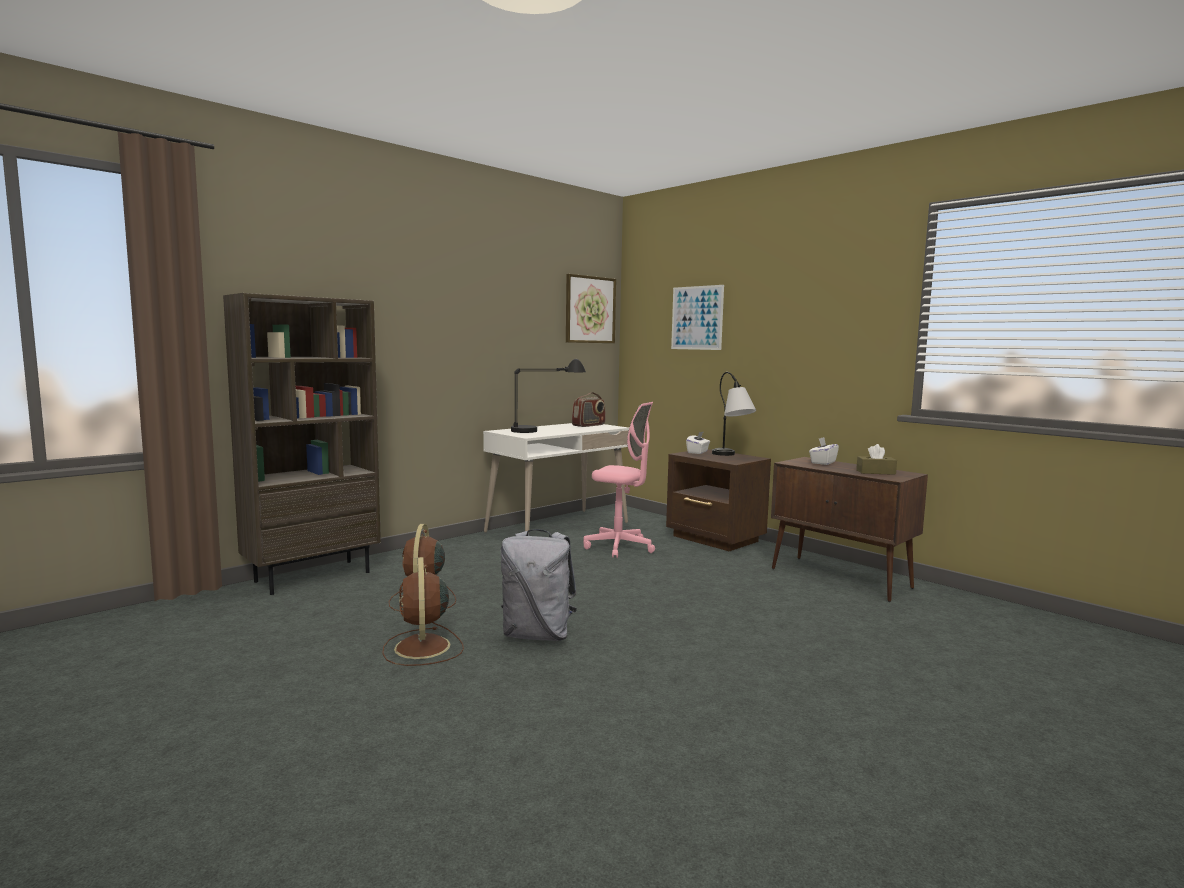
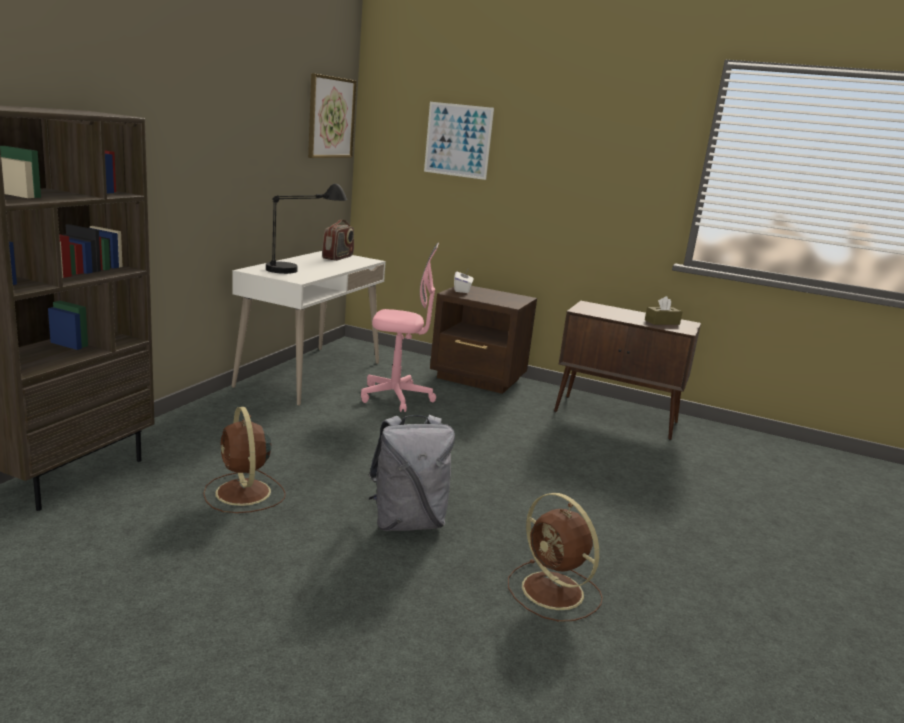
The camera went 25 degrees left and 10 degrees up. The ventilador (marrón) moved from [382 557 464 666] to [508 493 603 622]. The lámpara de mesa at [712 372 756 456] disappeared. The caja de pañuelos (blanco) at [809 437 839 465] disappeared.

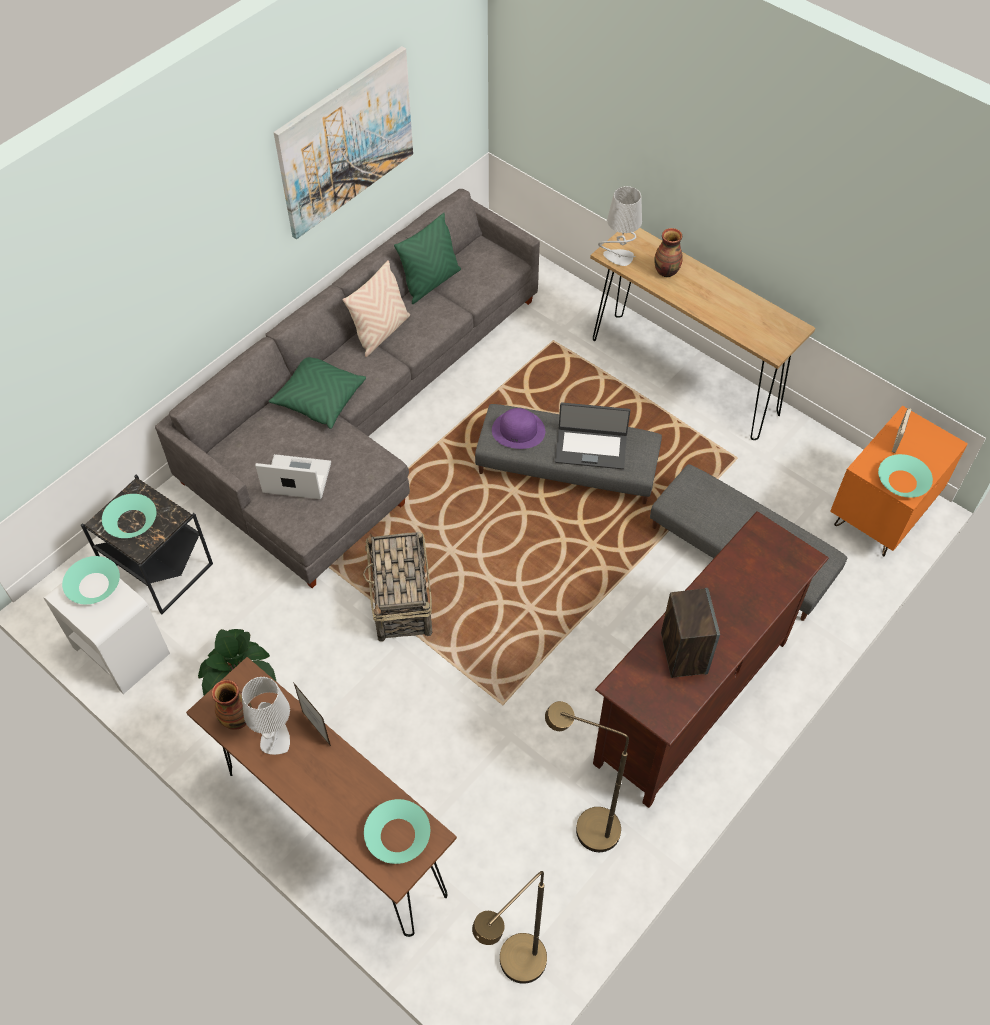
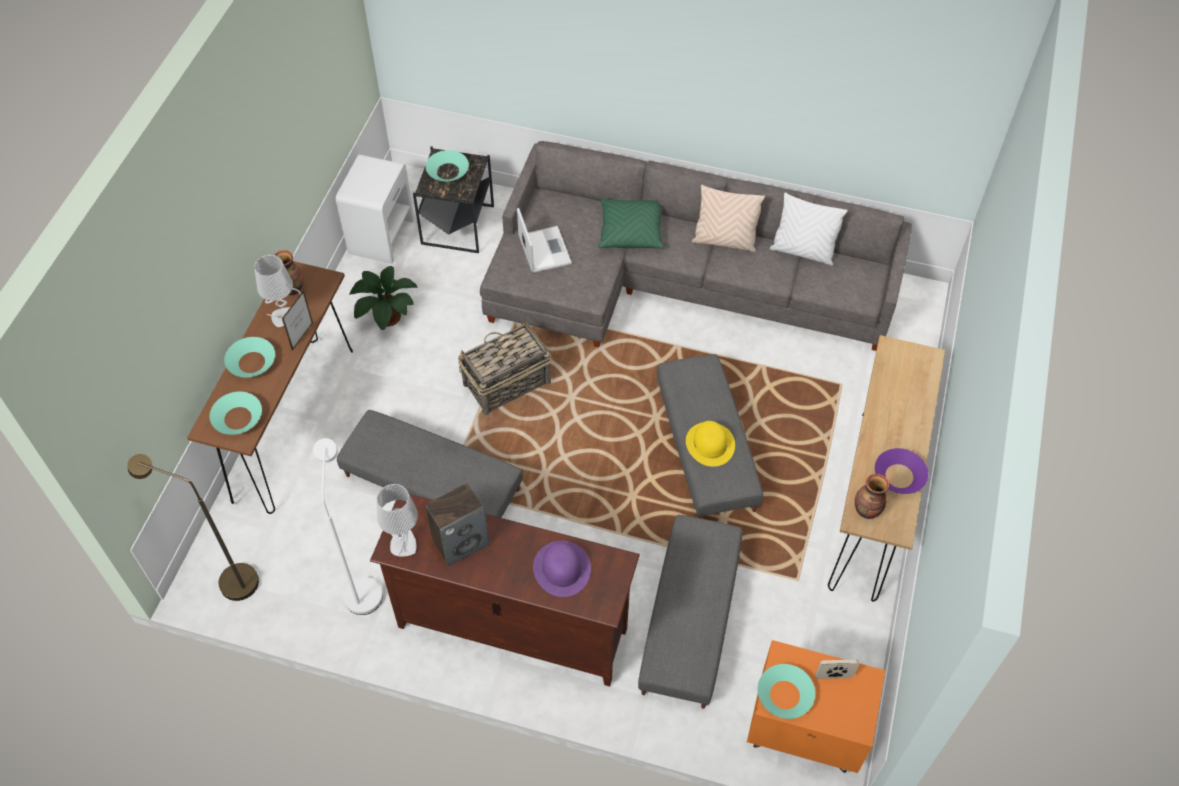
The camera went 65 degrees right and 0 degrees up. The cuenco (turquesa) moved from [62 556 120 604] to [224 337 275 378]. The lámpara de pie (marrón) at [545 701 629 852] became the lámpara de pie (blanco) at [313 438 383 615]. The puf (gris) at [337 410 523 518] appeared. The lámpara de mesa (gris) moved from [598 186 642 266] to [377 484 418 557]. The sombrero (morado) moved from [492 408 545 449] to [533 541 591 597]. The portátil at [555 402 630 469] was replaced by the sombrero (amarillo) at [686 421 735 467]. The cojín (verde) at [394 213 461 304] became the cojín (blanco) at [769 192 848 265]. The florero moved from [654 228 683 277] to [855 474 889 519]. The cuenco (morado) at [875 448 928 494] appeared. The cuadro at [274 46 413 239] disappeared.

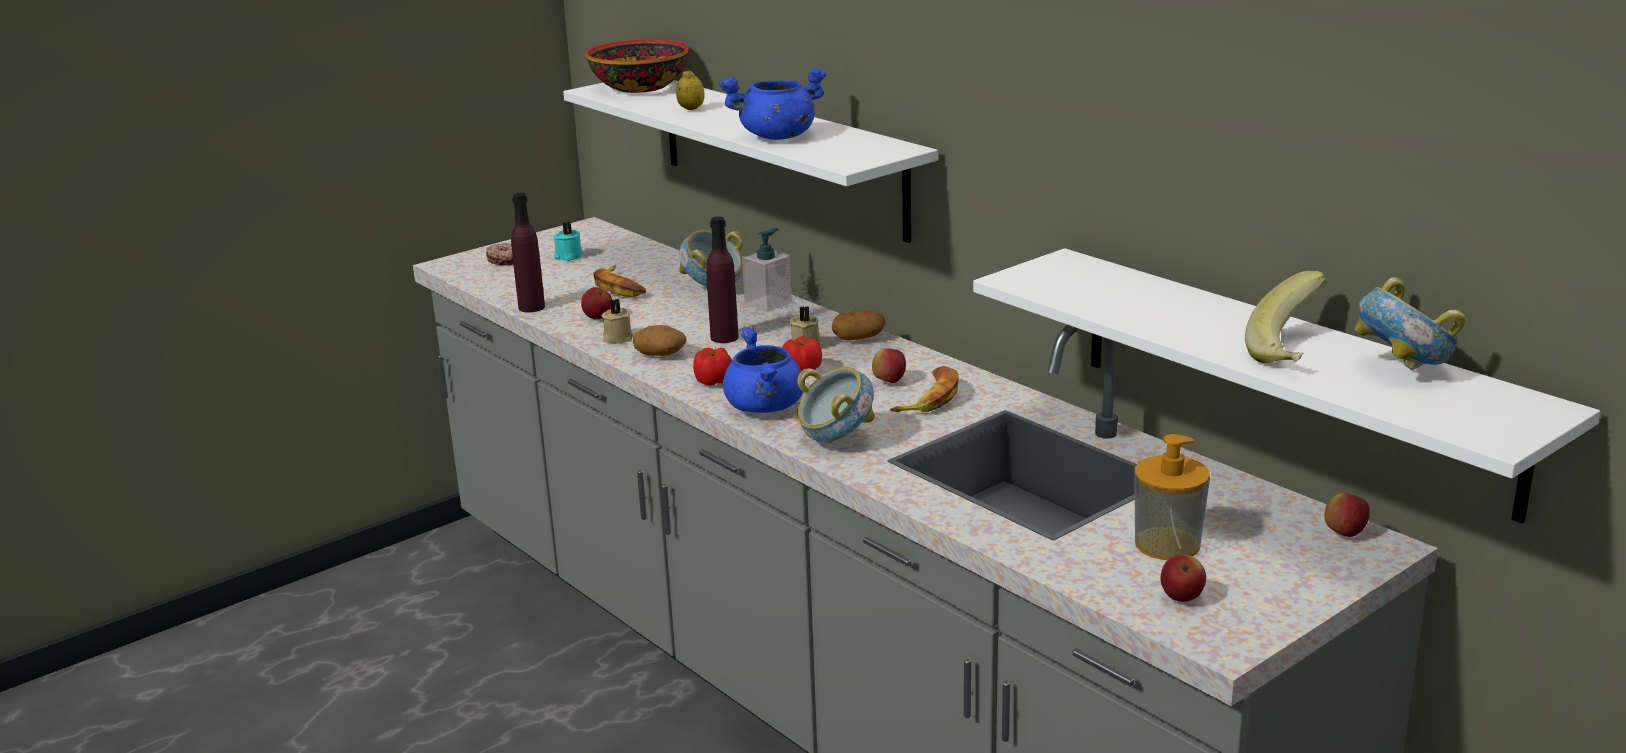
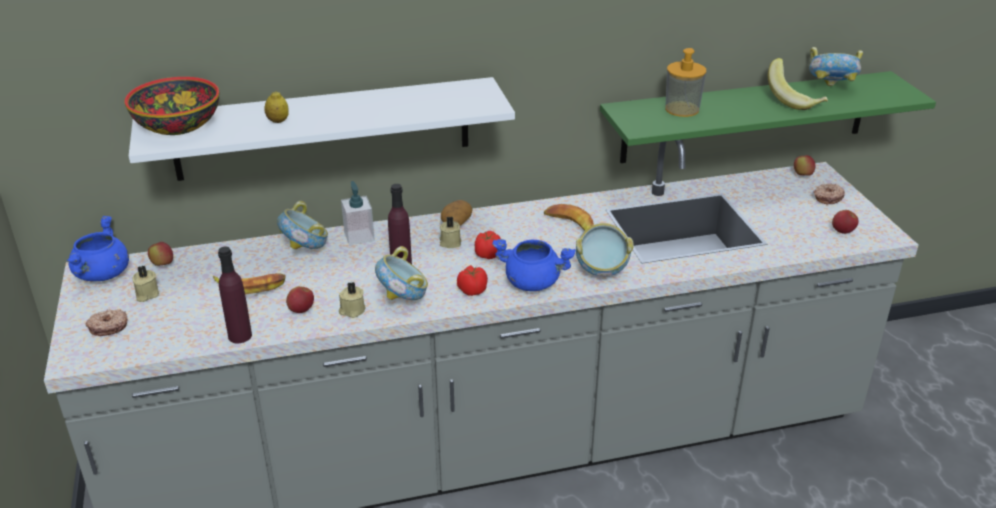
The camera went 65 degrees left and 10 degrees up. The olla (azul) moved from [719 68 827 140] to [67 216 129 281]. The vela (turquesa) at [554 221 583 261] became the vela (beis) at [132 265 159 302]. The manzana moved from [872 348 906 383] to [148 242 173 266]. The patata at [633 325 686 356] was replaced by the cuenco at [375 246 428 300]. The estante (blanco) at [973 248 1600 524] became the estante (verde) at [600 71 936 163]. The dispensador de jabón moved from [1134 434 1210 560] to [665 48 706 117]. The rosquilla at [814 184 845 204] appeared.

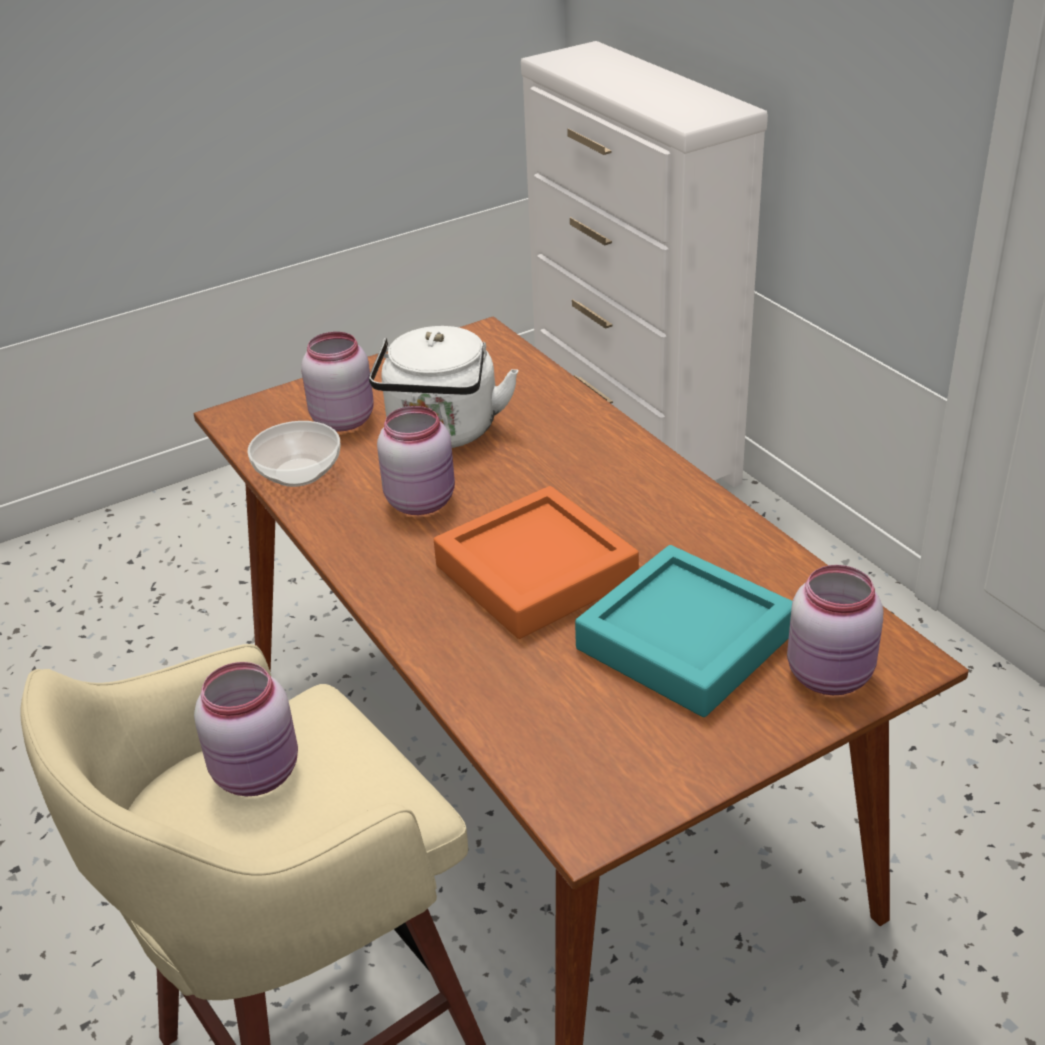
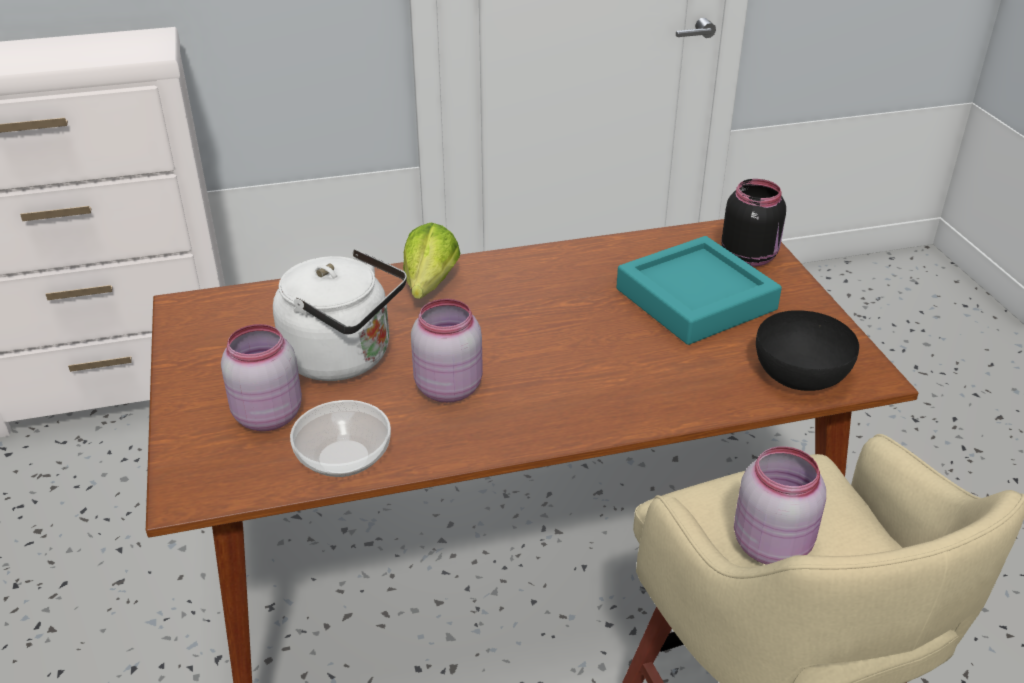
The camera went 75 degrees left and 0 degrees up. The lechuga at [403 223 460 299] appeared. The tarro (rosa) at [787 565 883 695] became the tarro (negro) at [721 179 786 267]. The cuenco (negro) at [756 310 859 391] appeared. The bandeja (naranja) at [434 486 639 639] disappeared.

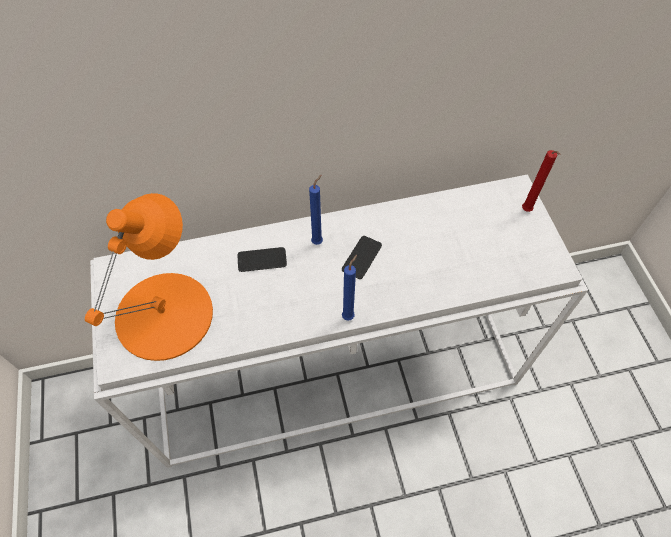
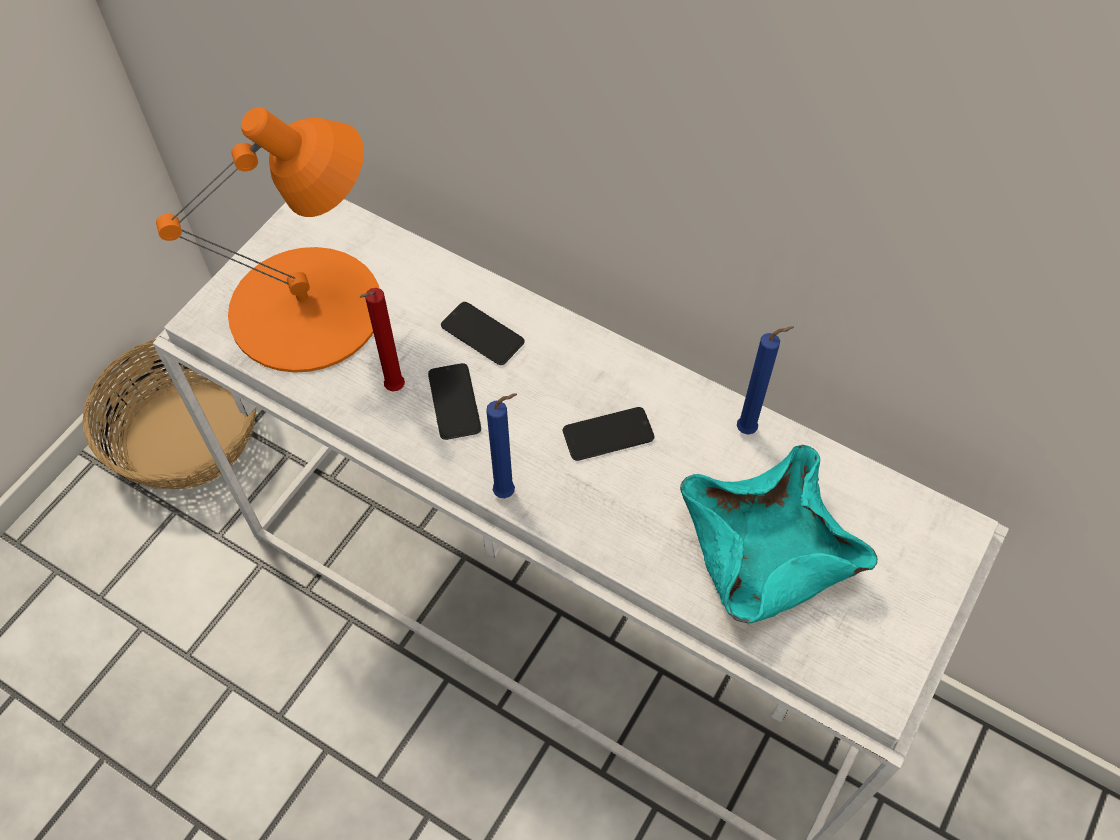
The camera went 45 degrees right and 0 degrees up. The cesta at [83 339 256 489] appeared. The vela (rojo) moved from [522 150 561 212] to [360 288 405 391]. The móvil at [428 363 481 440] appeared. The cuenco (turquesa) at [680 445 878 624] appeared. The vela (azul) moved from [309 175 323 245] to [737 326 794 435].

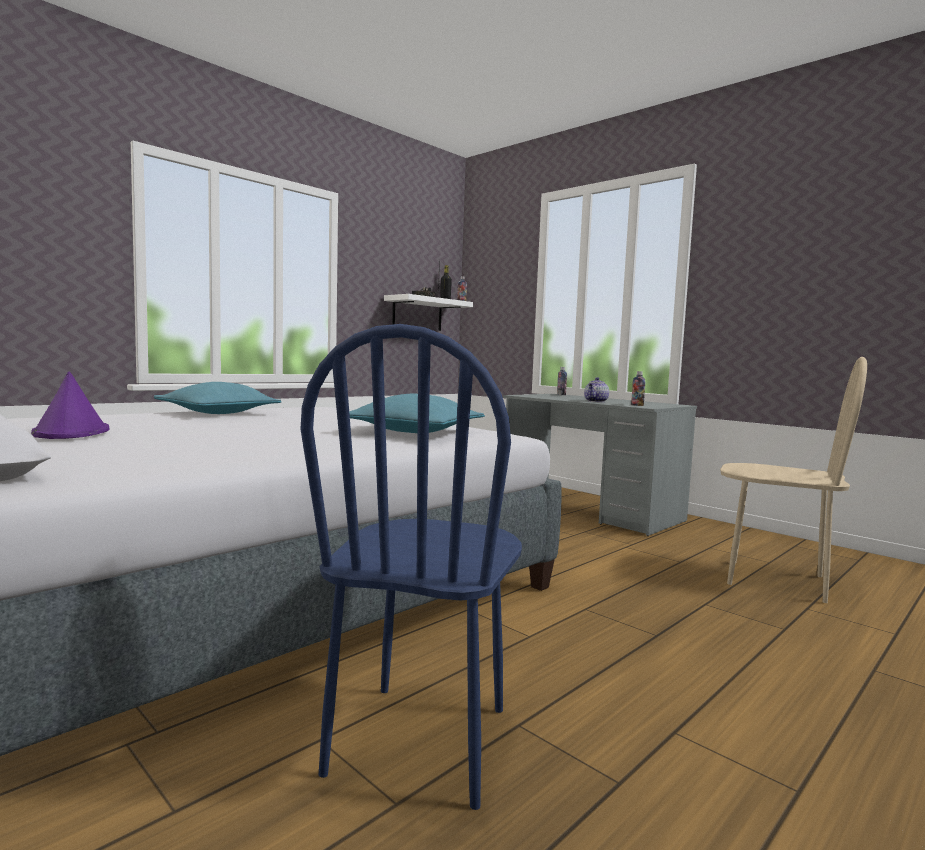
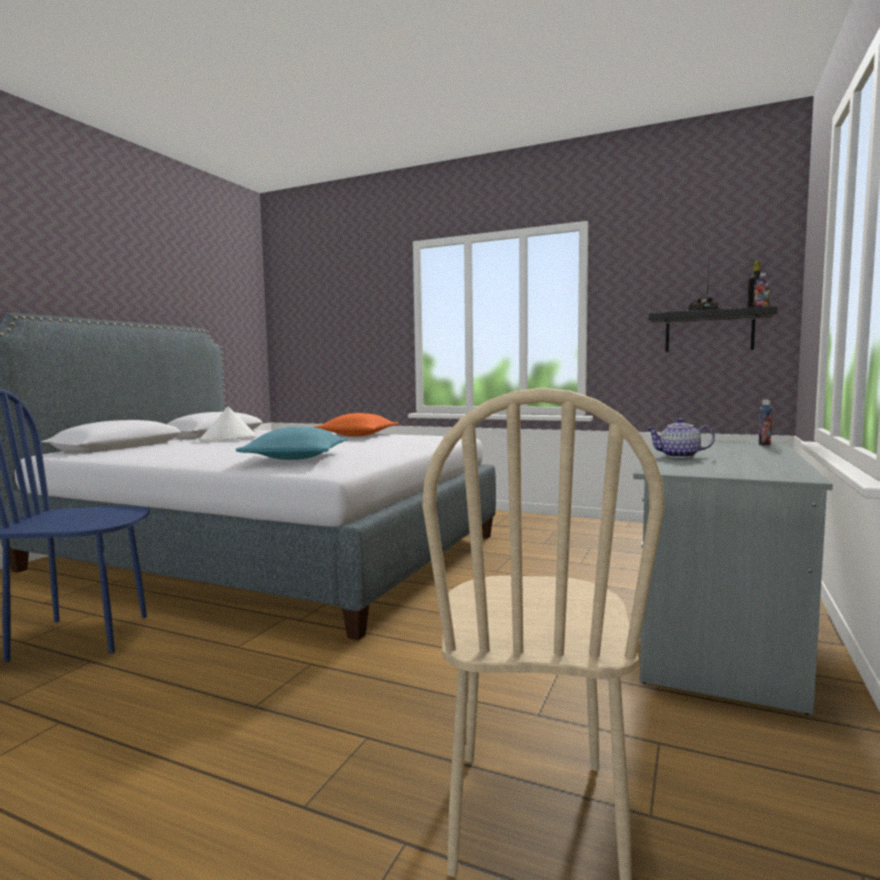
The camera went 70 degrees right and 0 degrees up. The sombrero (morado) at [31 372 109 439] became the sombrero (blanco) at [199 407 258 441]. The cojín (turquesa) at [154 382 281 414] became the cojín (naranja) at [314 413 399 436]. The estante (blanco) at [384 294 473 331] became the estante (negro) at [649 306 777 352]. The botella at [631 371 645 406] disappeared.

